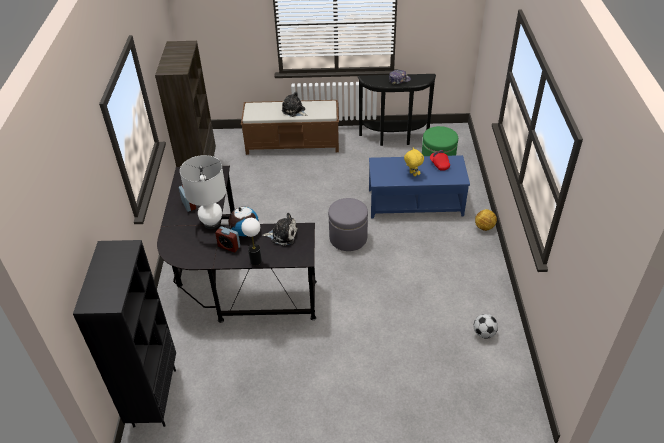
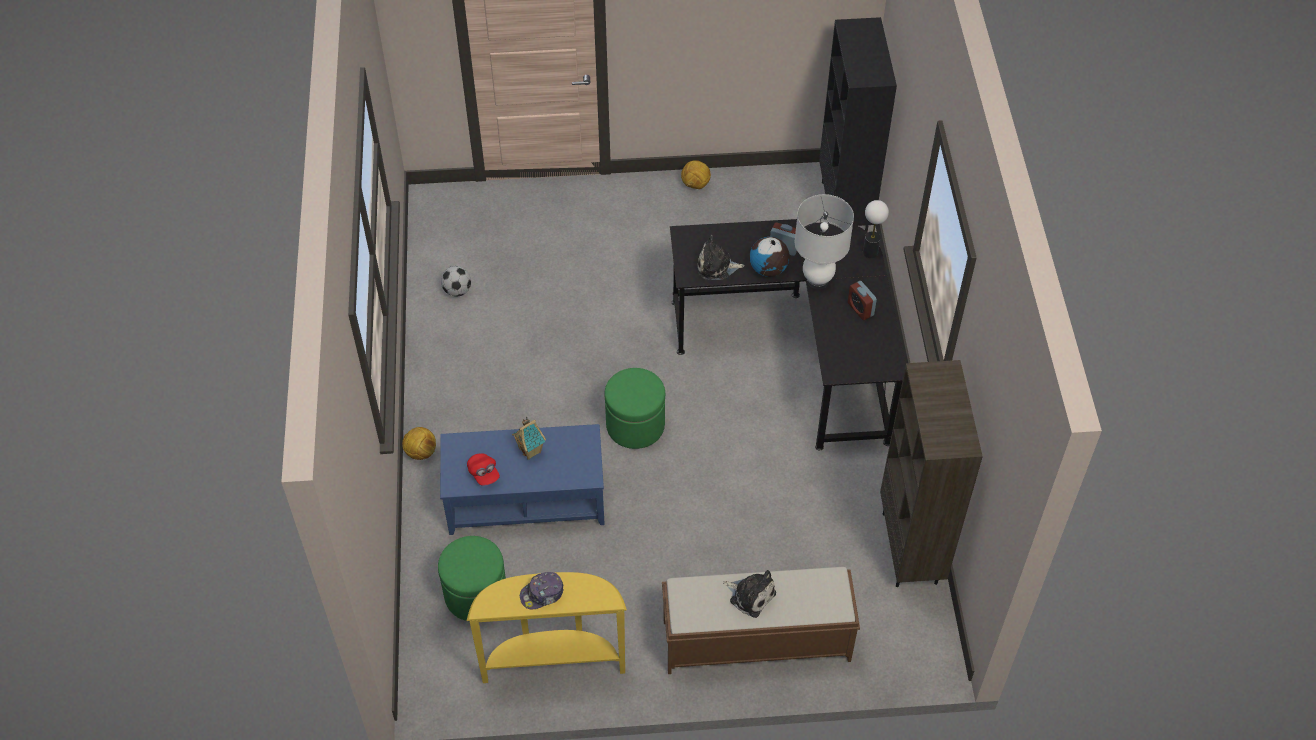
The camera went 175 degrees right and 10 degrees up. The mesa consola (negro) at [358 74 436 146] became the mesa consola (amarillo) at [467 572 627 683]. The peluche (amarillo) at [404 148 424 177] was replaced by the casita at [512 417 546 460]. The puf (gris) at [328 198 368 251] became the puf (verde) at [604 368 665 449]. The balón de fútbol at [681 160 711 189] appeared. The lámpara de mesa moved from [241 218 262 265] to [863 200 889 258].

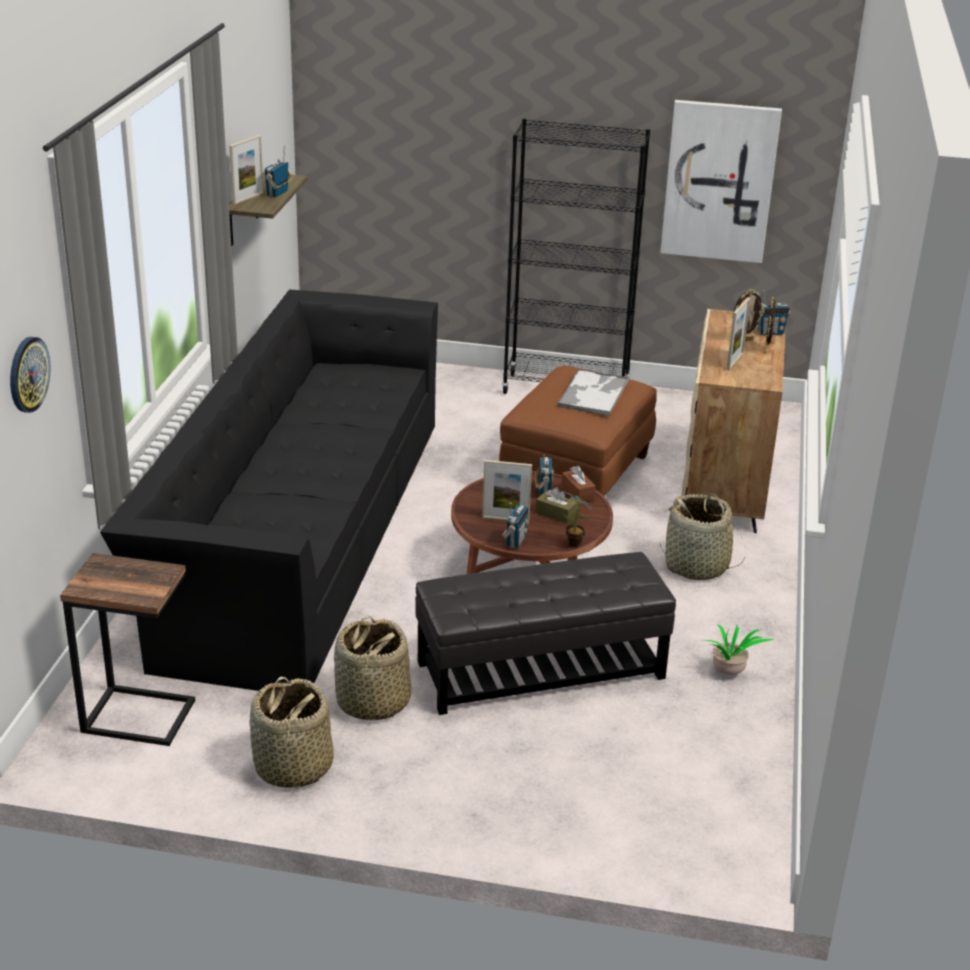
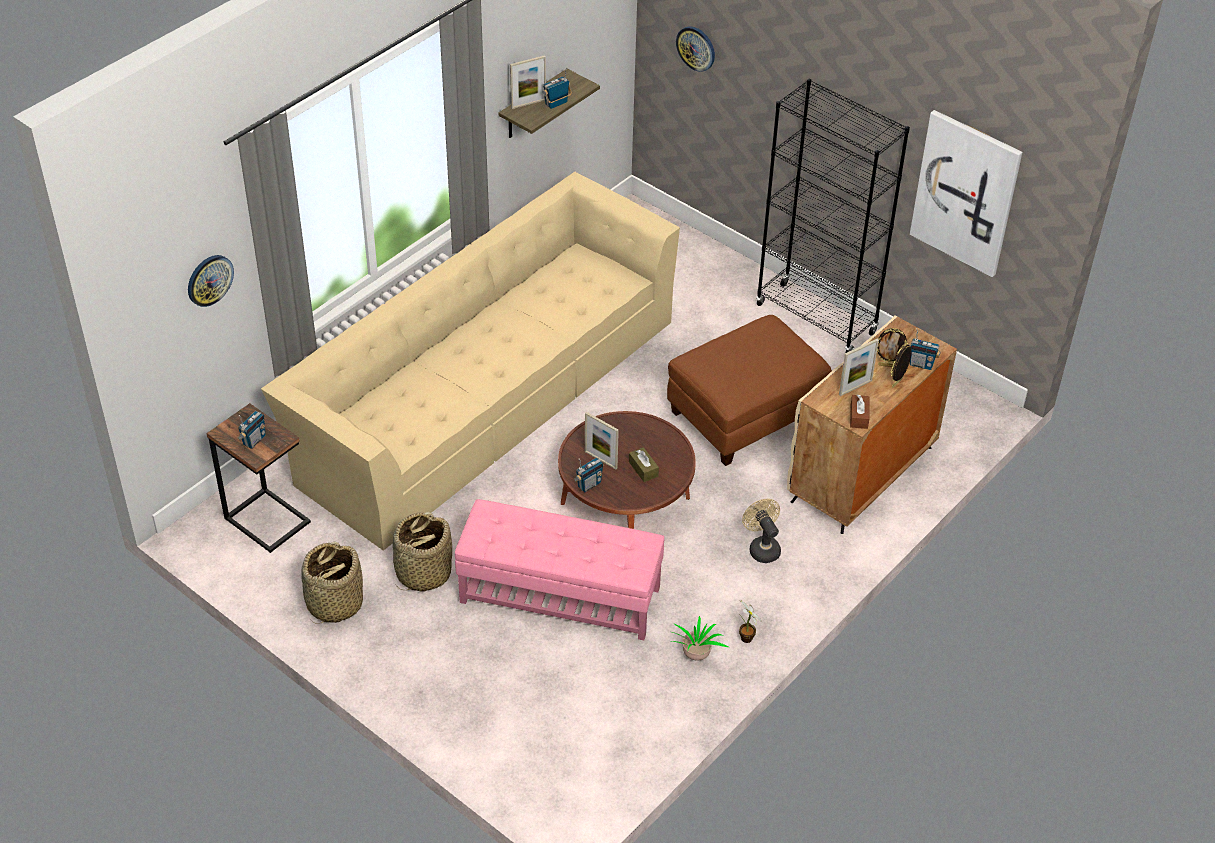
The camera went 30 degrees right and 15 degrees up. The radio moved from [535 455 554 496] to [237 411 265 449]. The sofá (negro) at [100 289 438 691] became the sofá (beis) at [261 172 680 551]. The puf (negro) at [415 552 676 715] became the puf (rosa) at [455 499 664 640]. The reloj de pared at [676 26 715 72] appeared. The planta en maceta moved from [562 492 592 547] to [739 600 762 643]. The cesta at [659 494 745 580] was replaced by the ventilador (beis) at [742 499 781 563]. The caja de pañuelos (marrón) moved from [561 465 596 501] to [850 395 870 429]. The bandeja at [557 369 629 416] disappeared.

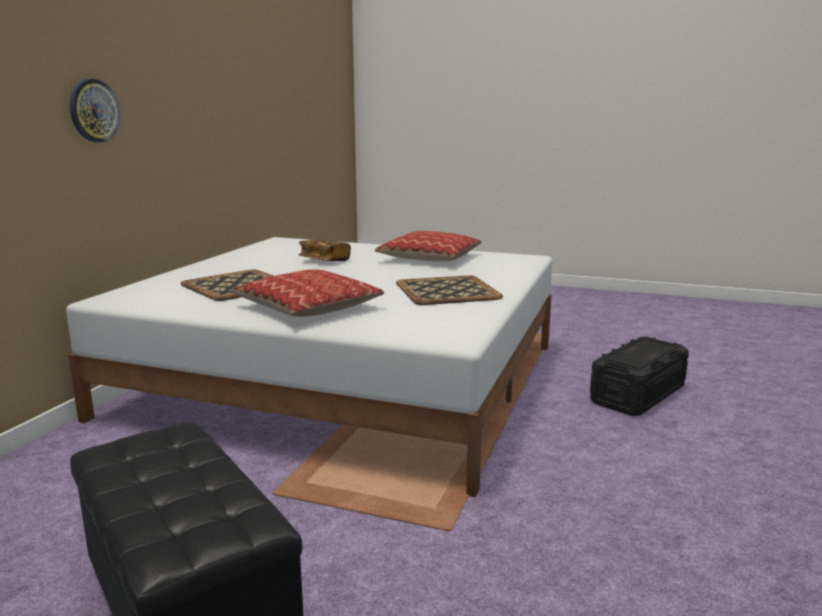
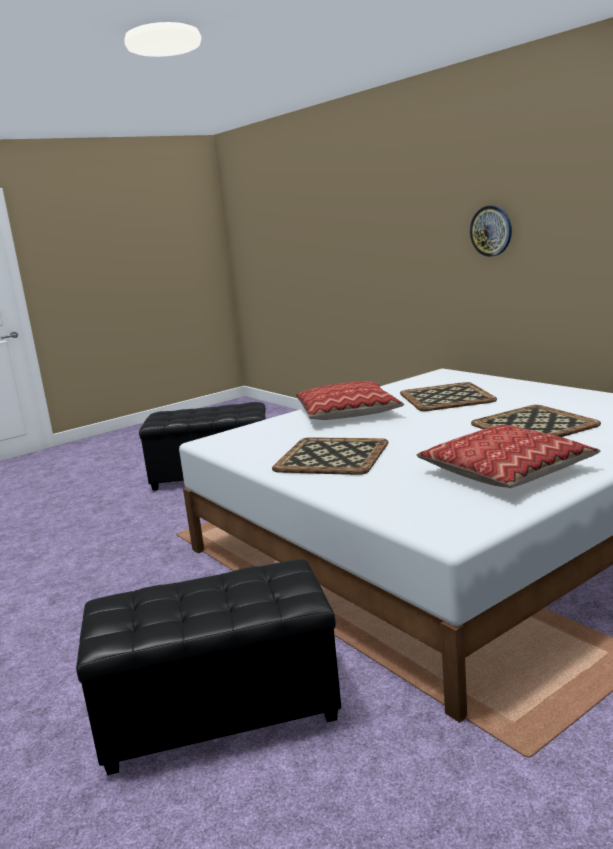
The camera went 125 degrees right and 0 degrees up. The caja de almacenaje (negro) at [590 337 689 416] was replaced by the puf (negro) at [76 559 341 775]. The libro at [299 239 351 261] was replaced by the bandeja at [471 405 601 437].

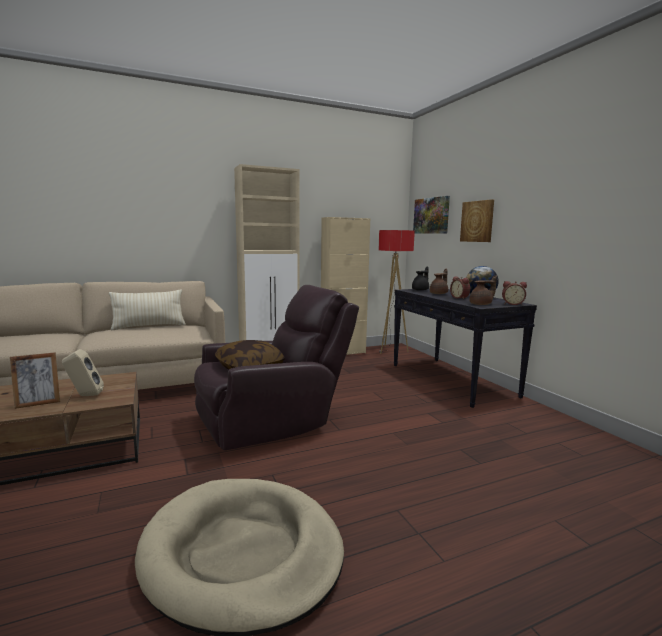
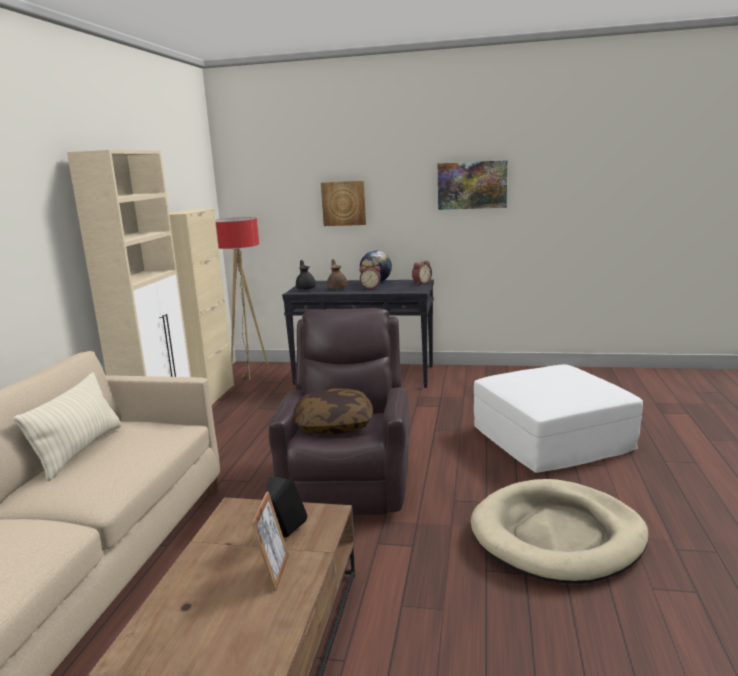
The camera went 55 degrees left and 5 degrees up. The altavoz (beis) at [62 349 104 396] became the altavoz (negro) at [264 476 307 538]. The cuadro moved from [413 196 450 233] to [438 160 507 210]. The puf (blanco) at [474 364 643 473] appeared. The tetera (marrón) at [470 275 497 305] disappeared.

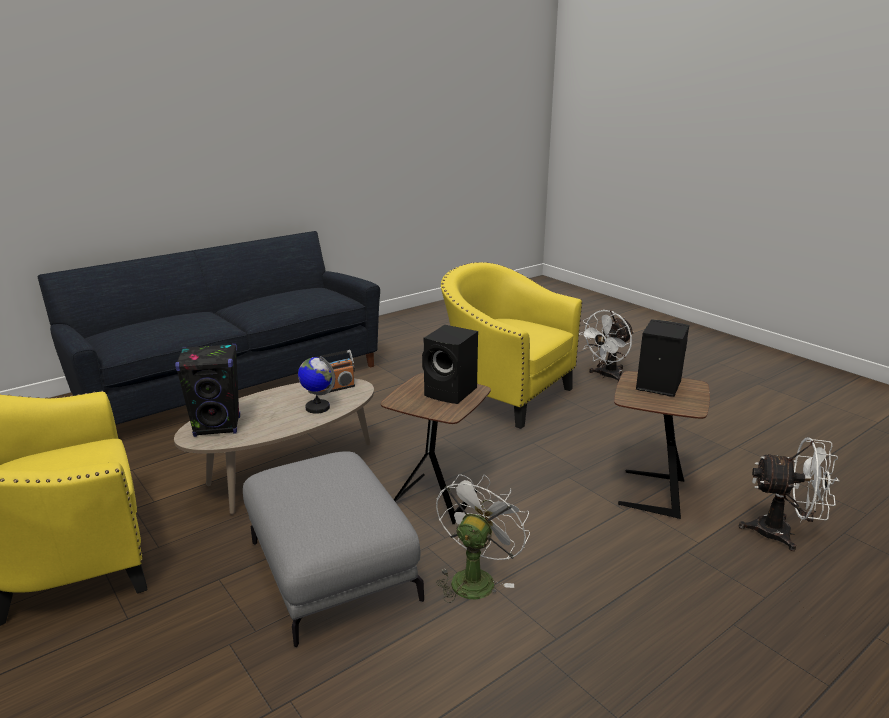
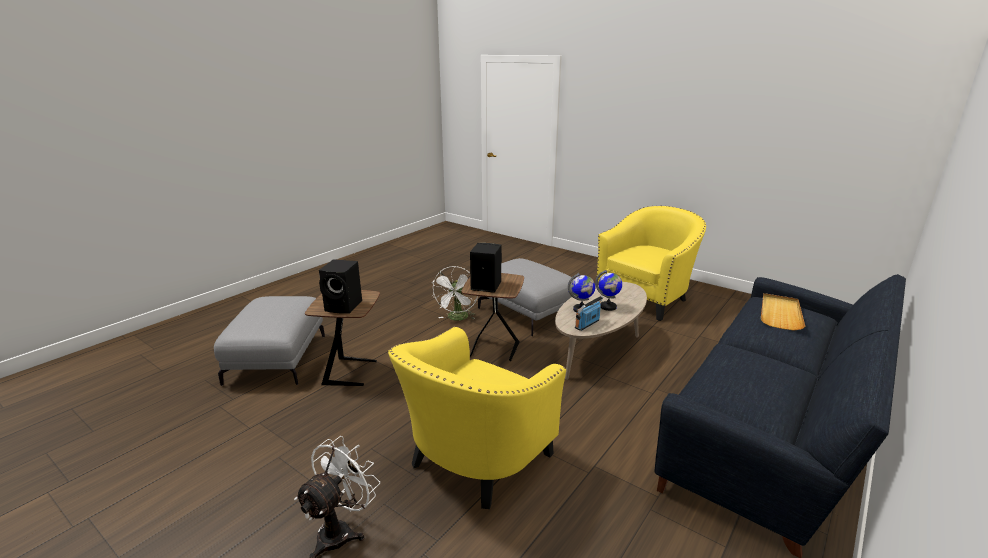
The camera went 165 degrees right and 0 degrees up. The ventilador (blanco) at [739 437 839 551] was replaced by the puf (gris) at [214 296 325 386]. The sillón (amarillo) at [441 262 582 429] turned 105 degrees clockwise. The globo terráqueo at [595 270 622 311] appeared. The bandeja (beis) at [761 293 806 330] appeared. The altavoz (negro) at [175 343 240 437] disappeared.

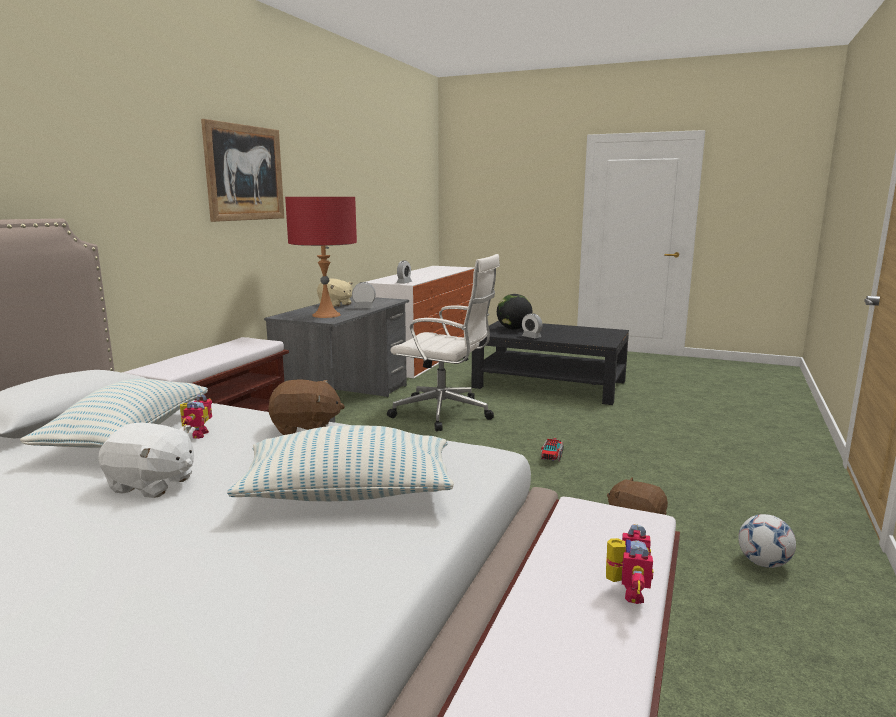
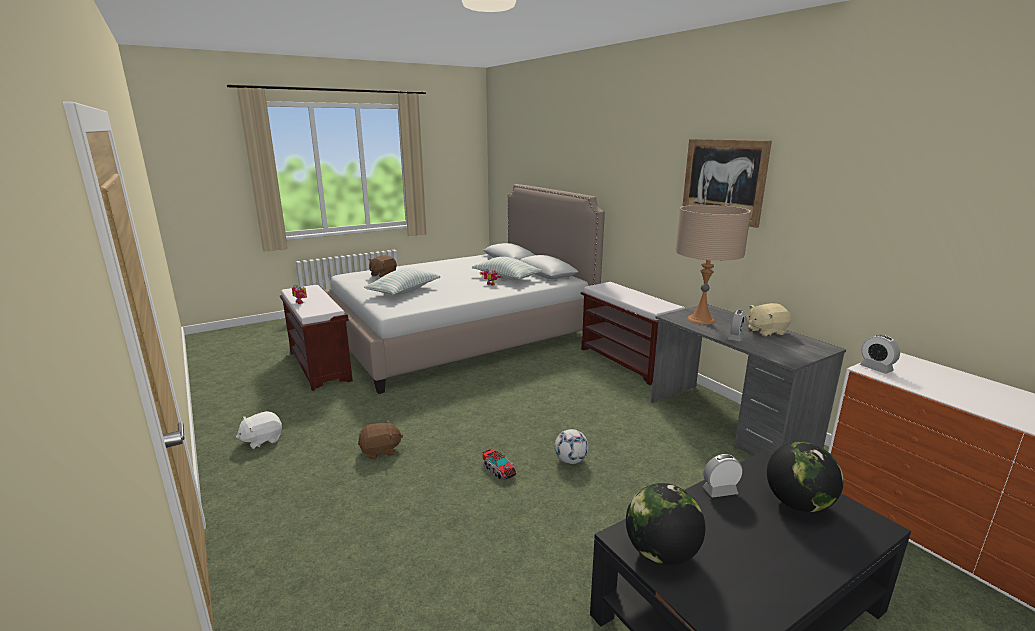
The camera went 125 degrees right and 5 degrees up. The peluche (blanco) moved from [98 423 194 498] to [236 411 282 449]. The peluche (marrón) moved from [268 379 345 435] to [368 255 397 278]. The balón de fútbol moved from [738 514 796 568] to [555 429 588 464]. The globo terráqueo at [626 483 705 566] appeared. The lámpara de mesa (rojo) at [285 197 357 318] became the lámpara de mesa (beis) at [675 205 751 325]. The silla de oficina (blanco) at [387 254 500 431] disappeared.

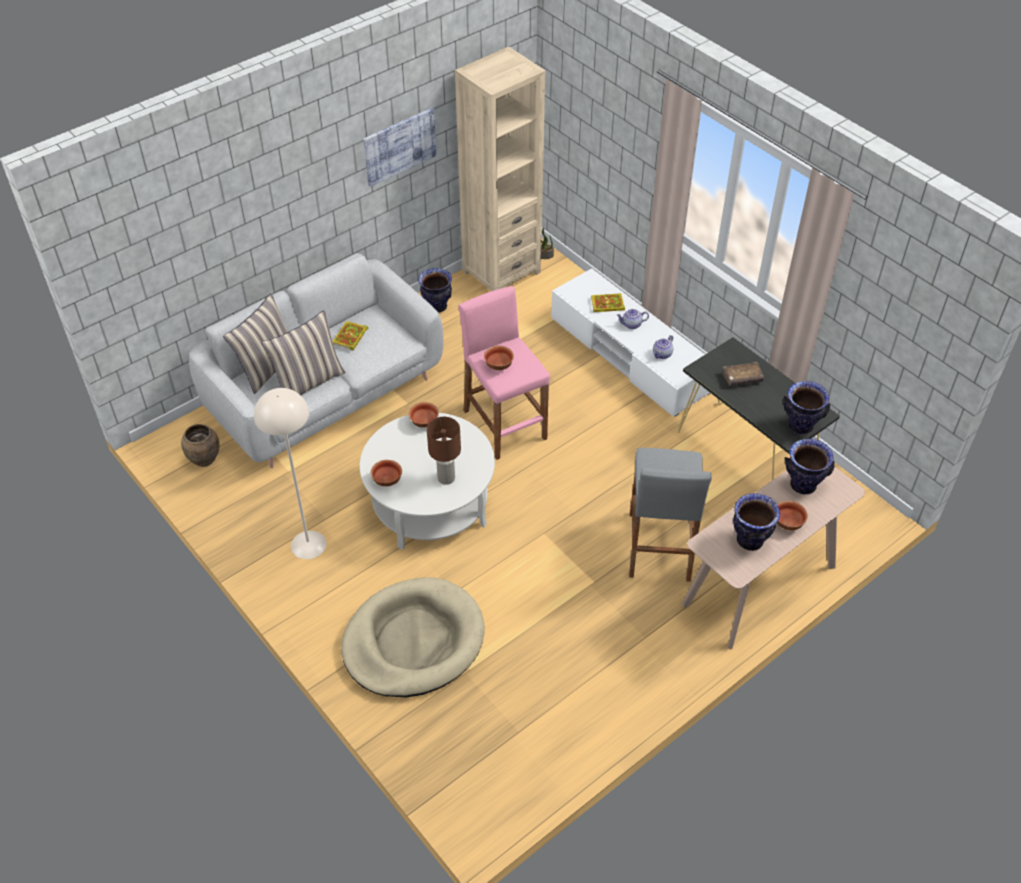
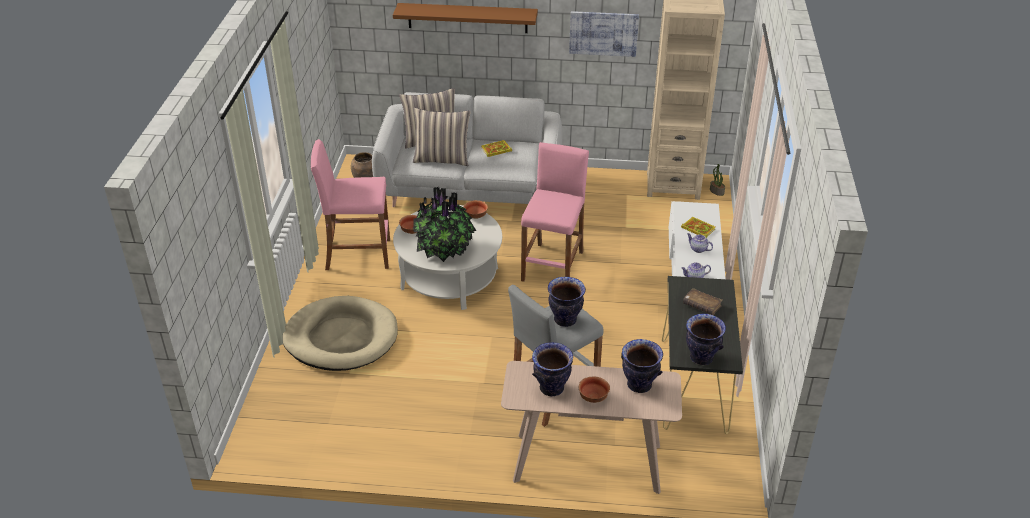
The camera went 45 degrees right and 10 degrees down. The lámpara de pie (beis) at [254 388 326 559] was replaced by the taburete (rosa) at [311 139 390 270]. The estante (marrón) at [393 3 538 33] appeared. The lámpara de mesa (marrón) at [427 417 461 485] was replaced by the planta en maceta at [413 187 476 262]. The florero moved from [418 268 452 313] to [548 277 586 327]. The cuenco at [484 346 514 370] disappeared.

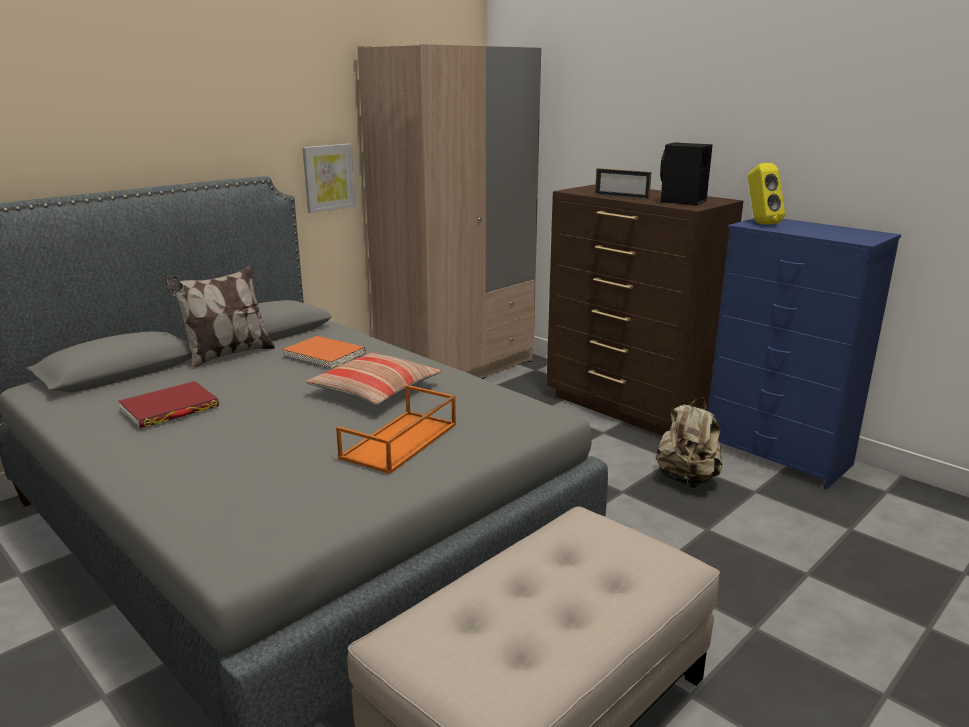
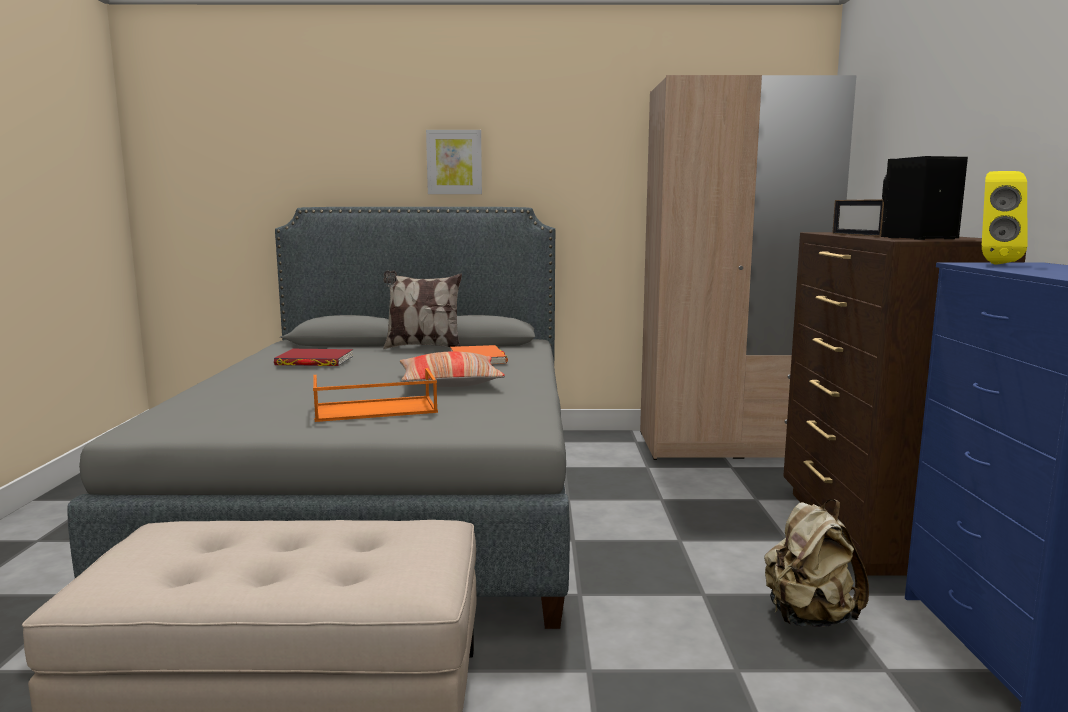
The camera went 45 degrees right and 10 degrees down. The cuadro moved from [303 144 355 213] to [426 130 482 194].

